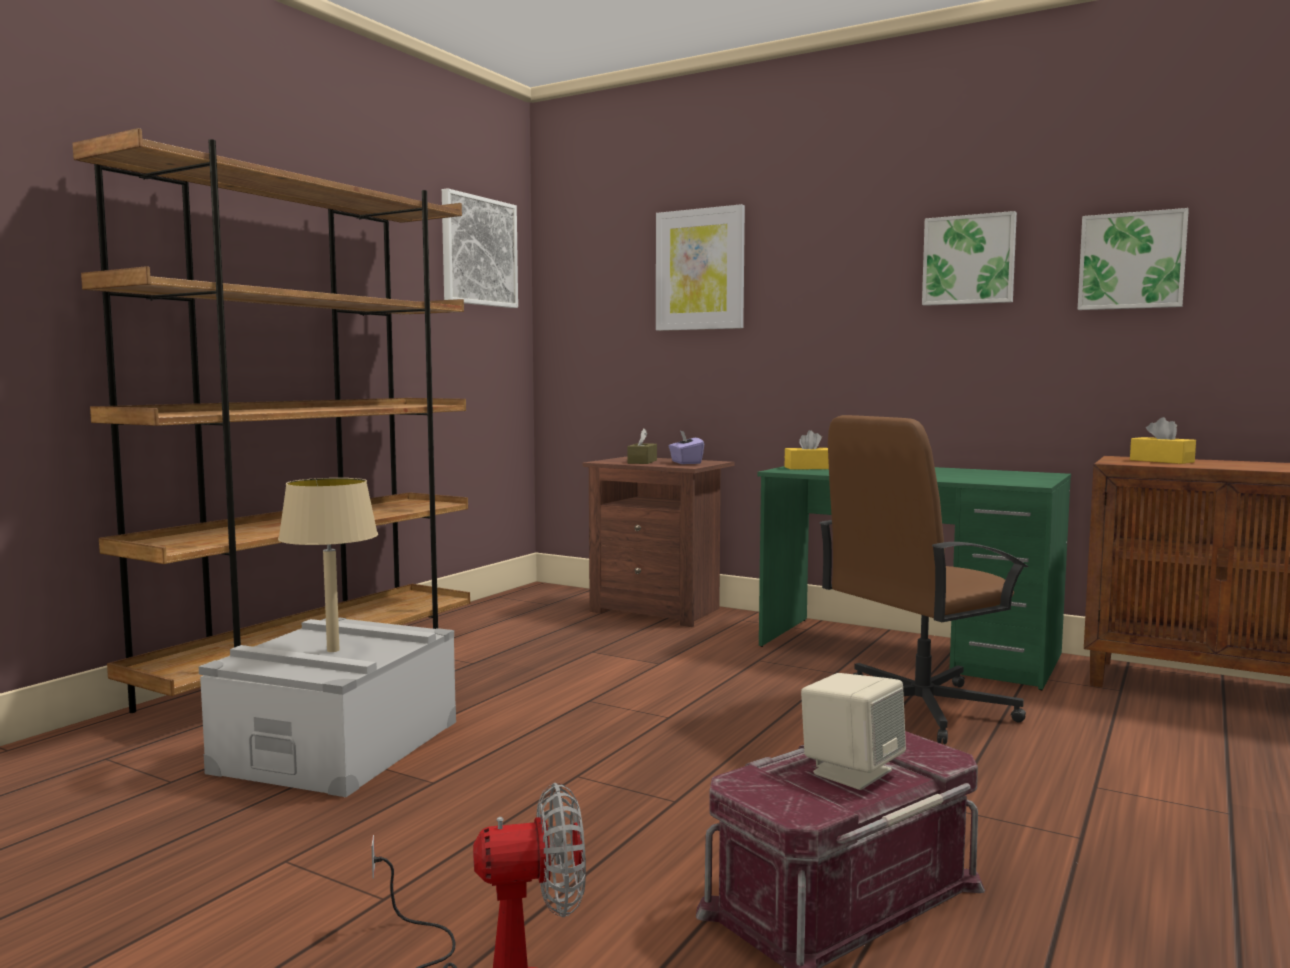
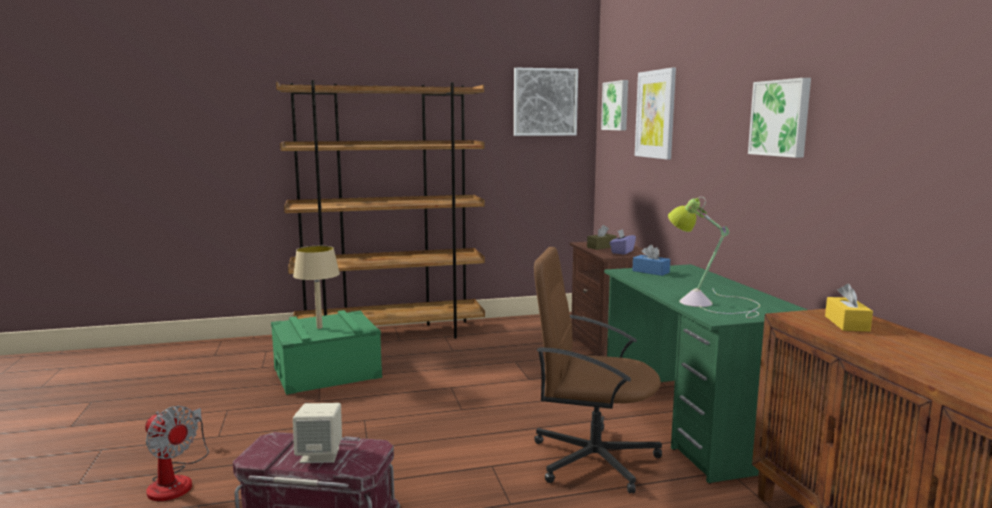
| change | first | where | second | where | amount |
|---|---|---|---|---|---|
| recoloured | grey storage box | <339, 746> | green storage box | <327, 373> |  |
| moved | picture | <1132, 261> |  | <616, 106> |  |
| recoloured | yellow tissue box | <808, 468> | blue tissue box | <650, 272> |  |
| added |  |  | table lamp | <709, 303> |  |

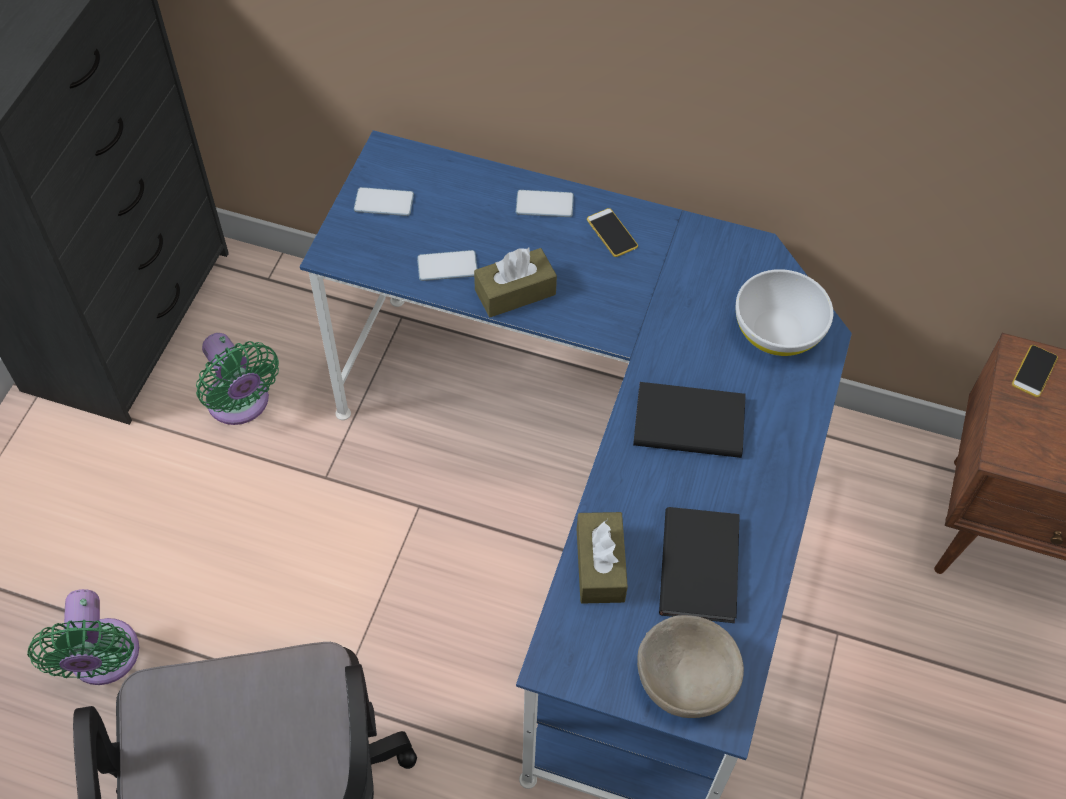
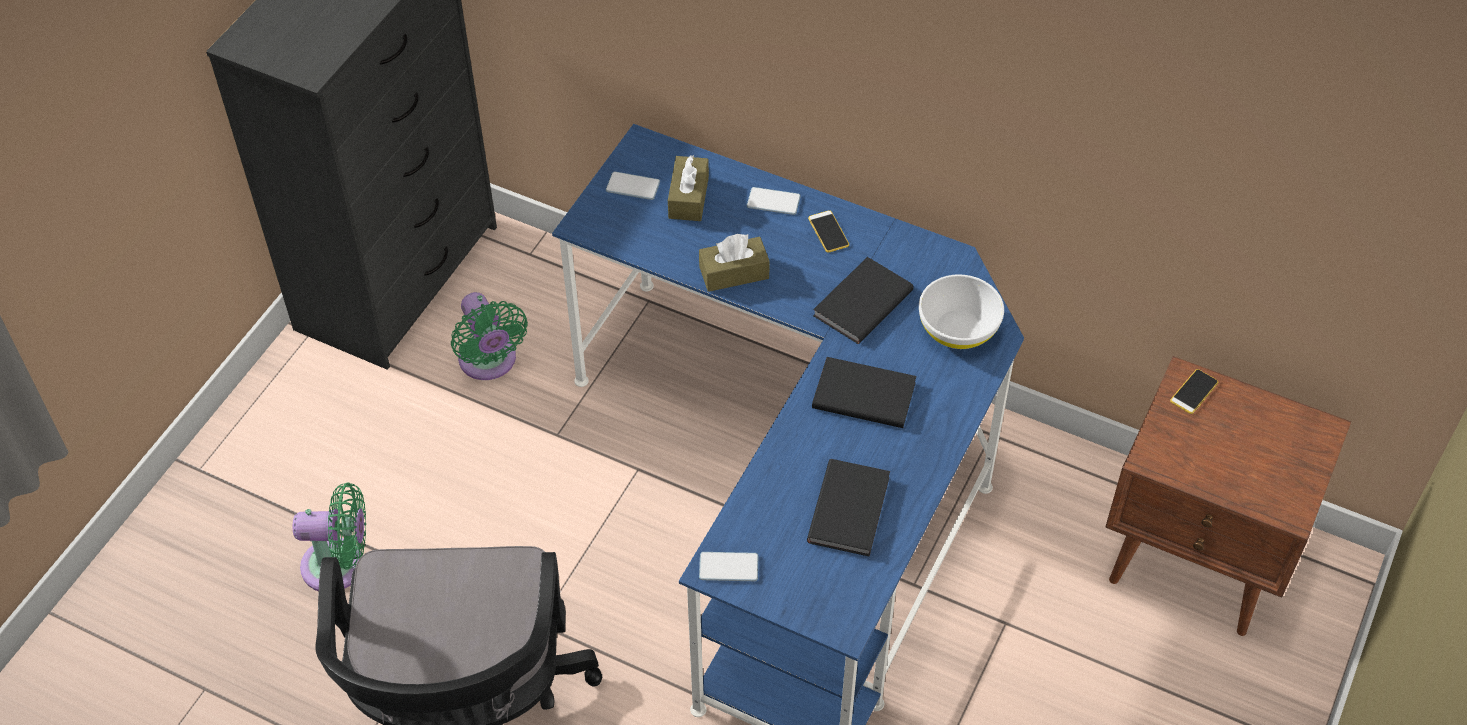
| change | first | where | second | where | amount |
|---|---|---|---|---|---|
| turned | green fan | <103, 660> |  | <340, 565> | 90 degrees counterclockwise |
| moved | brown tissue box | <600, 565> |  | <688, 197> |  |
| moved | phone | <447, 266> |  | <728, 567> |  |
| added |  |  | black book | <860, 303> |  |
| removed | beige bowl | <686, 680> |  |  |  |

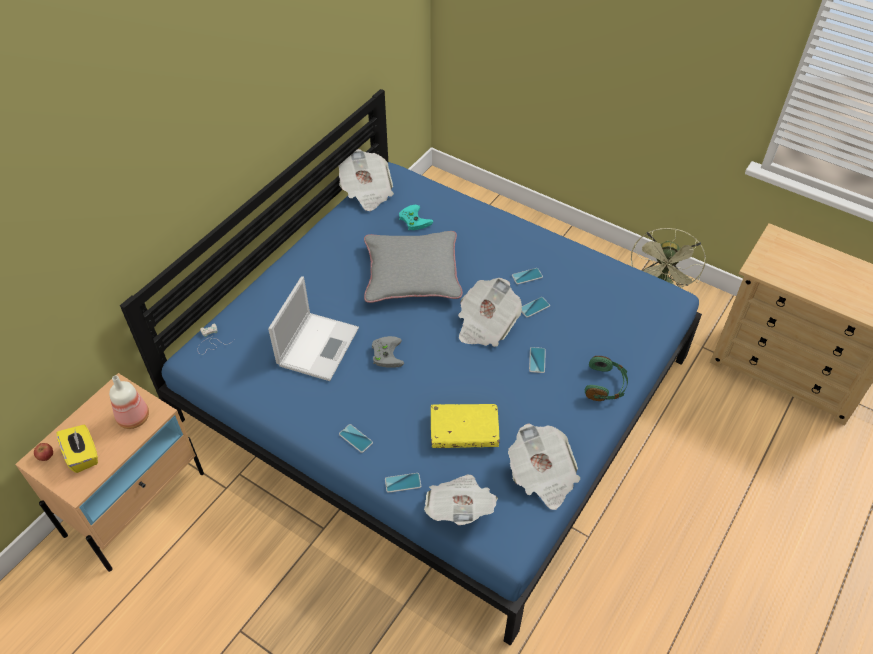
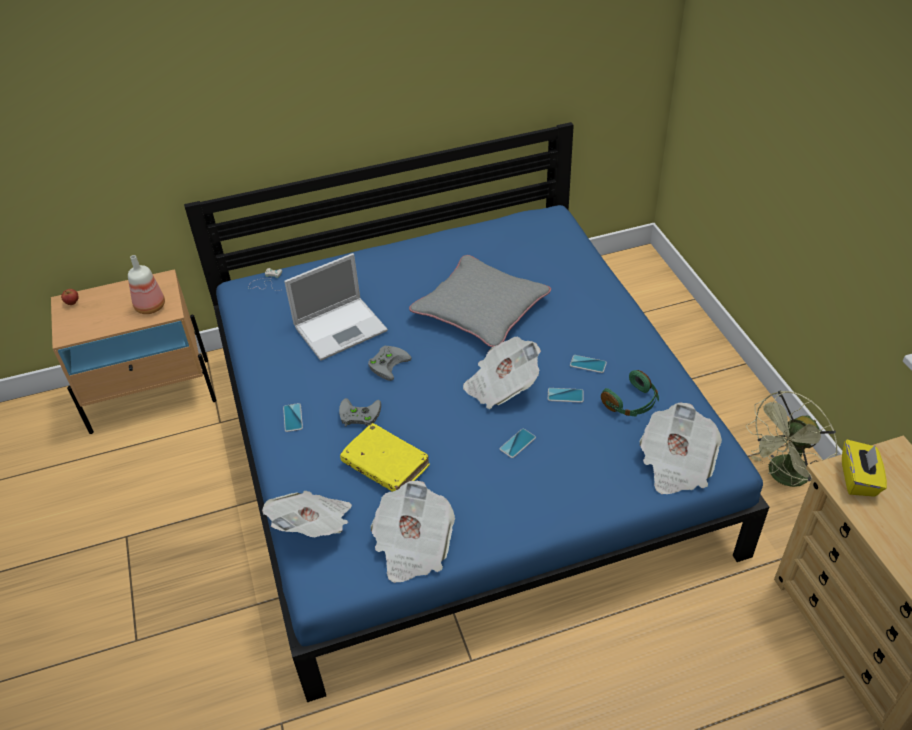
| change | first | where | second | where | amount |
|---|---|---|---|---|---|
| added |  |  | grey game controller | <358, 415> |  |
| moved | green headphones | <605, 385> |  | <631, 403> |  |
| moved | newspaper | <367, 192> |  | <676, 464> |  |
| moved | yellow tissue box | <83, 455> |  | <859, 479> |  |
| removed | phone | <403, 483> |  |  |  |
| removed | turquoise game controller | <413, 219> |  |  |  |

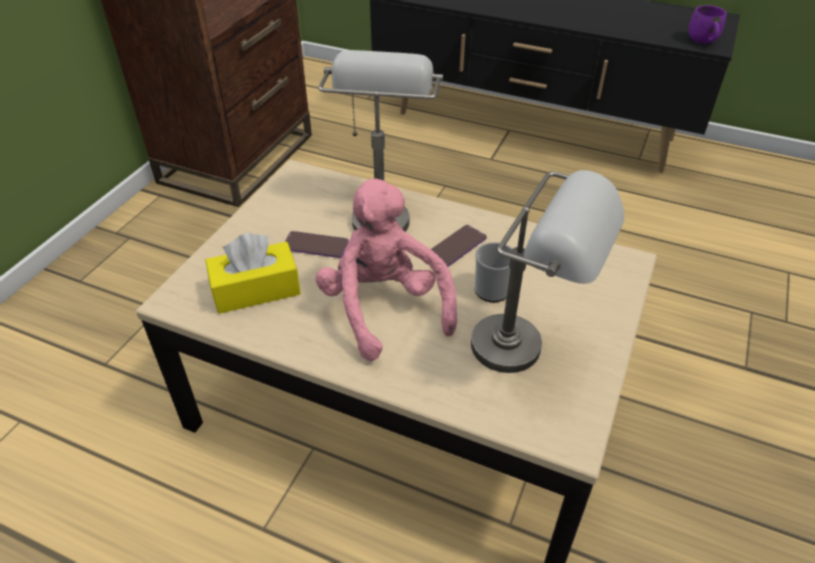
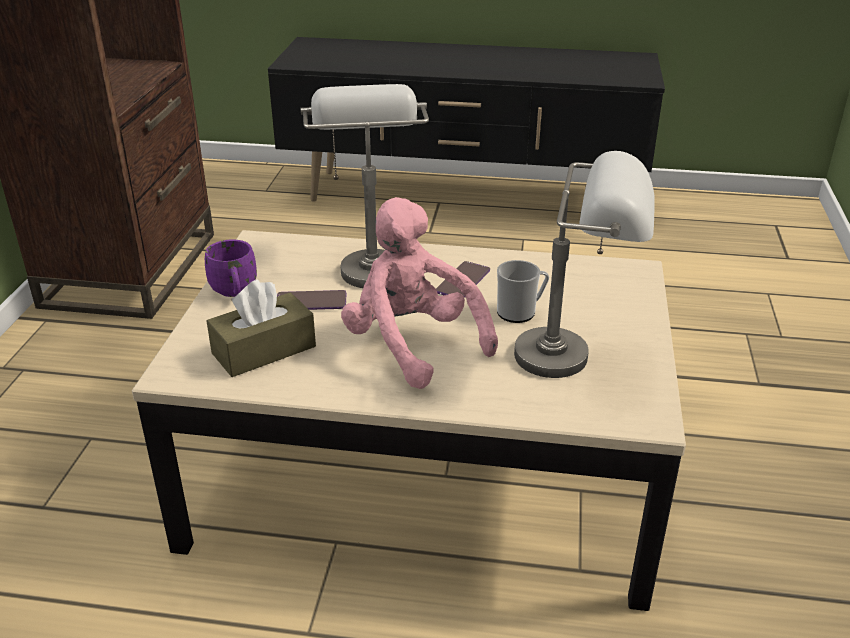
| change | first | where | second | where | amount |
|---|---|---|---|---|---|
| moved | purple mug | <703, 42> |  | <235, 292> |  |
| recoloured | yellow tissue box | <256, 290> | brown tissue box | <264, 350> |  |

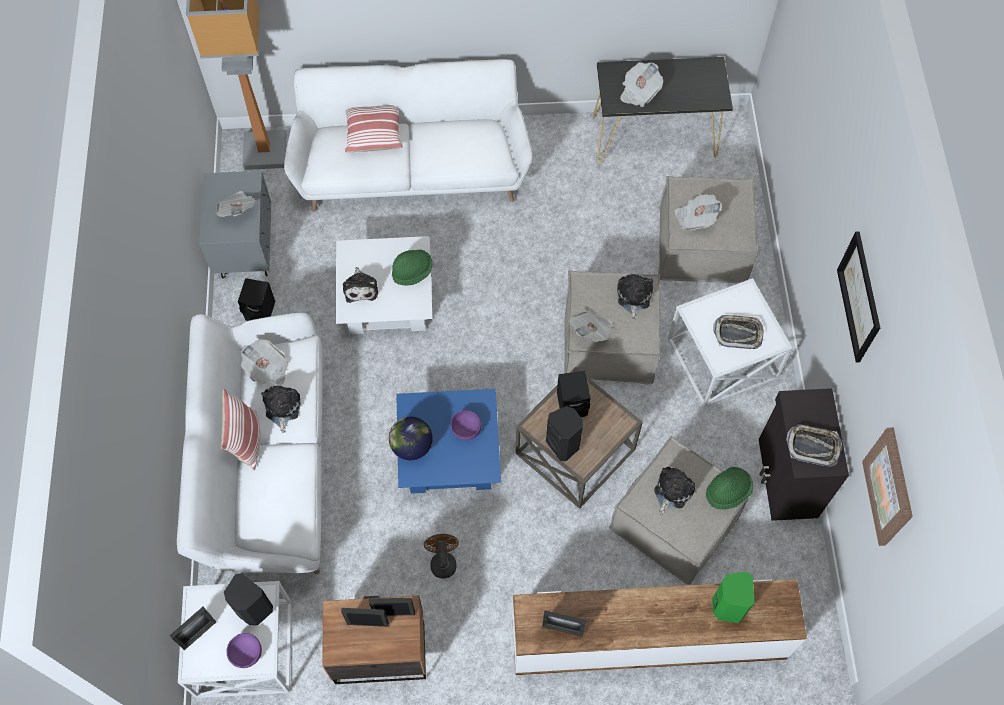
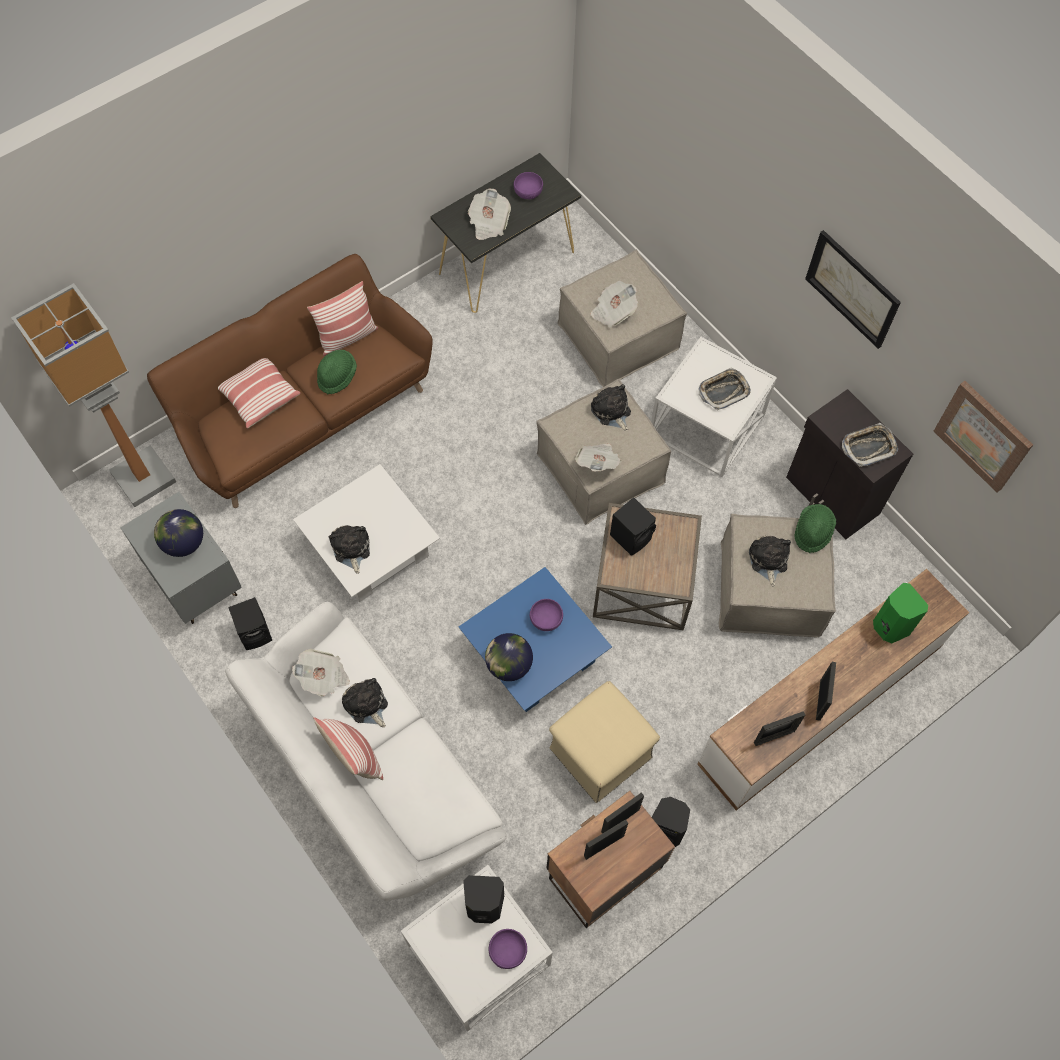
| change | first | where | second | where | amount |
|---|---|---|---|---|---|
| recoloured | white sofa | <412, 167> | brown sofa | <303, 412> |  |
| replaced | newspaper | <237, 210> | globe | <184, 543> |  |
| added |  |  | pillow | <347, 337> |  |
| moved | green hat | <412, 272> |  | <337, 376> |  |
| turned | plush toy | <361, 288> |  | <351, 549> | 150 degrees counterclockwise |
| added |  |  | purple bowl | <528, 191> |  |
| replaced | brown fan | <443, 561> | beige ottoman | <599, 753> |  |
| moved | black speaker | <564, 444> |  | <665, 829> |  |
| moved | picture frame | <199, 634> |  | <820, 700> |  |

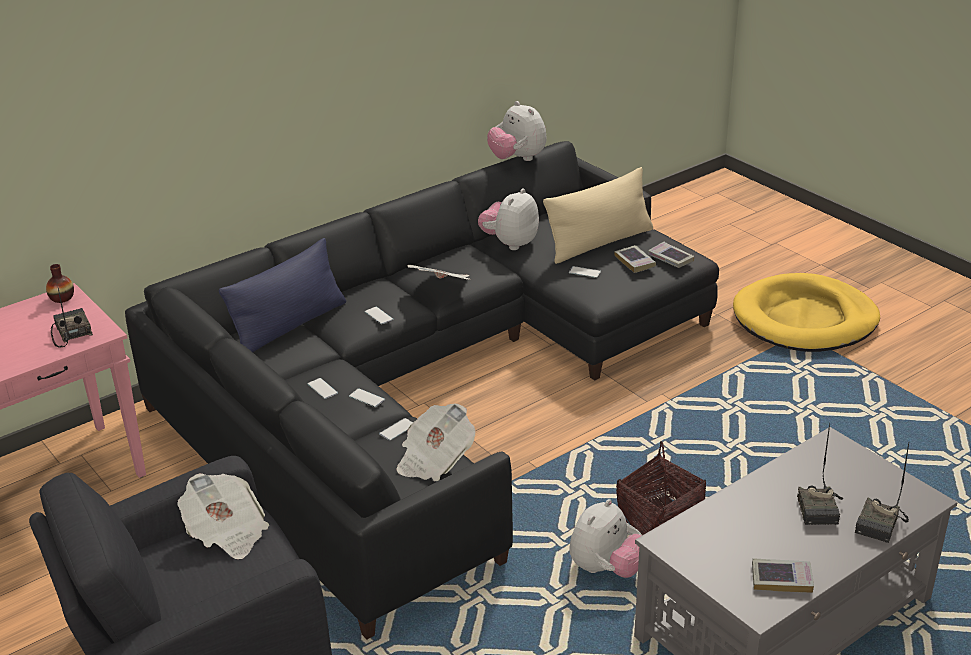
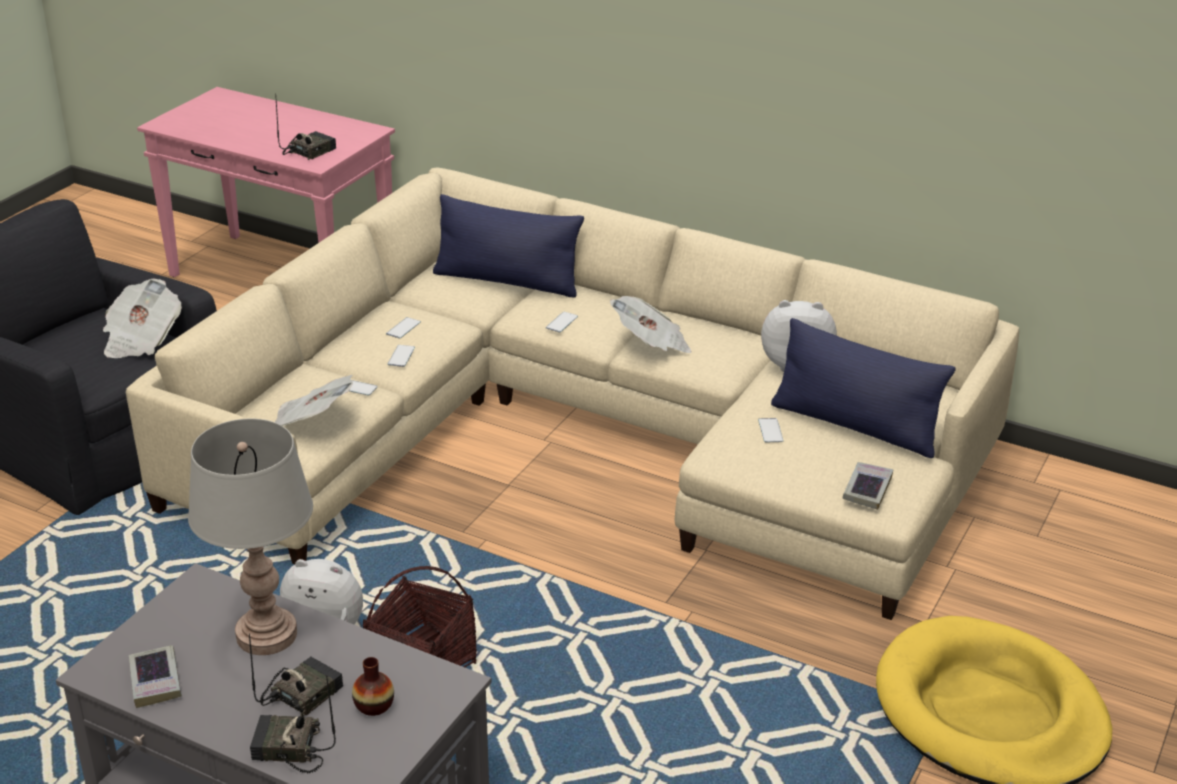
| change | first | where | second | where | amount |
|---|---|---|---|---|---|
| recoloured | black sofa | <428, 385> | beige sofa | <586, 435> |  |
| added |  |  | grey table lamp | <267, 635> |  |
| turned | radio | <820, 509> |  | <301, 693> | 150 degrees clockwise |
| moved | vase | <62, 298> |  | <374, 705> |  |
| recoloured | beige pillow | <600, 243> | blue pillow | <855, 426> |  |
| removed | plush toy | <517, 159> |  |  |  |
| removed | book | <635, 262> |  |  |  |

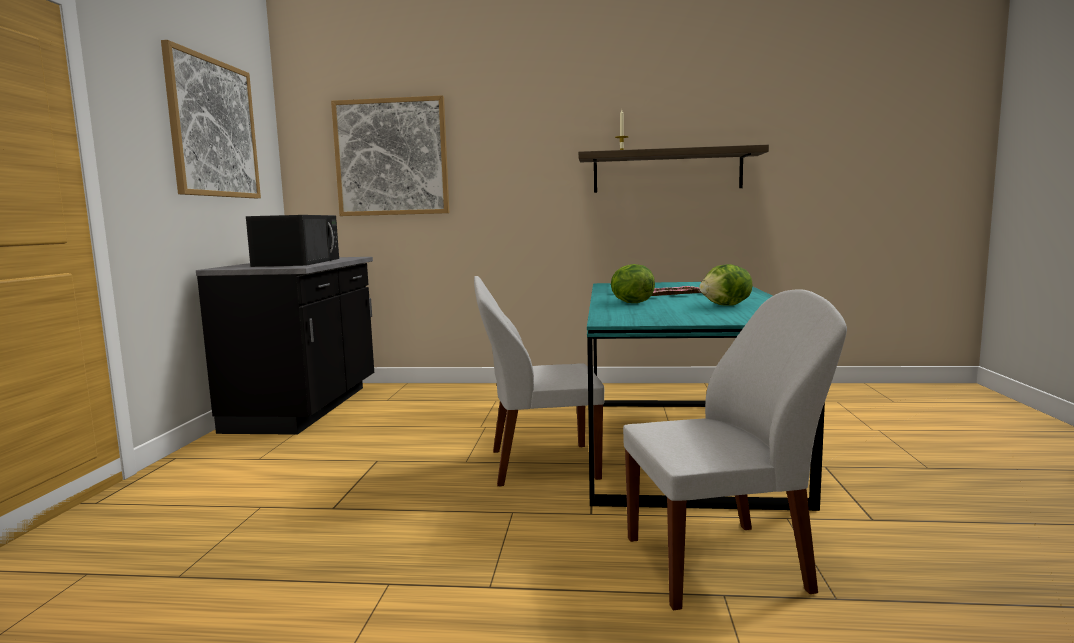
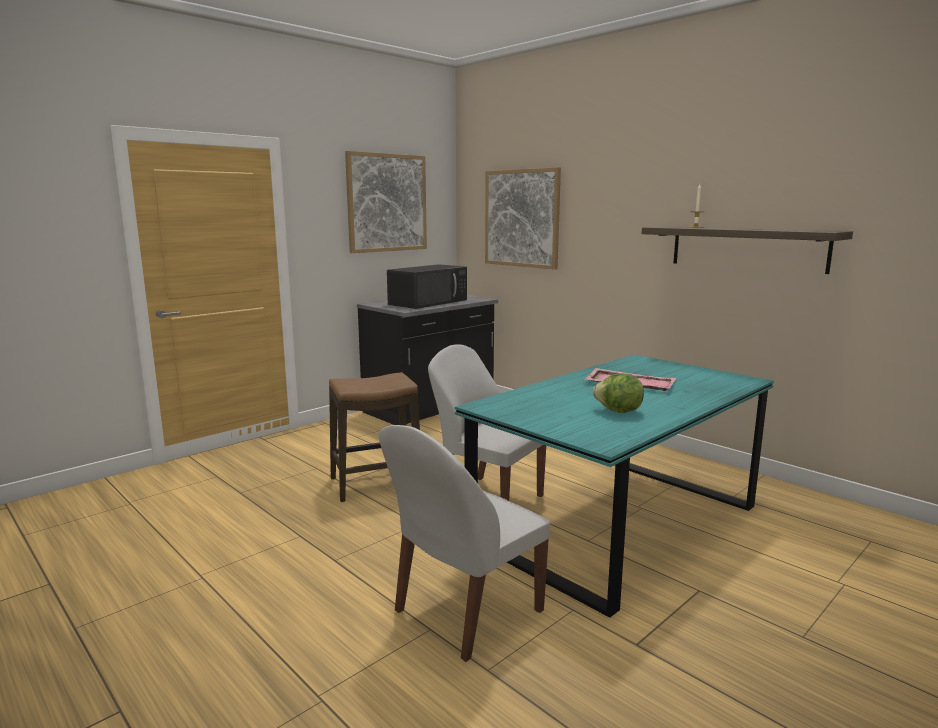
| change | first | where | second | where | amount |
|---|---|---|---|---|---|
| added |  |  | stool | <375, 484> |  |
| turned | white chair | <721, 564> |  | <465, 613> | 105 degrees clockwise |
| removed | lettuce | <631, 303> |  |  |  |

